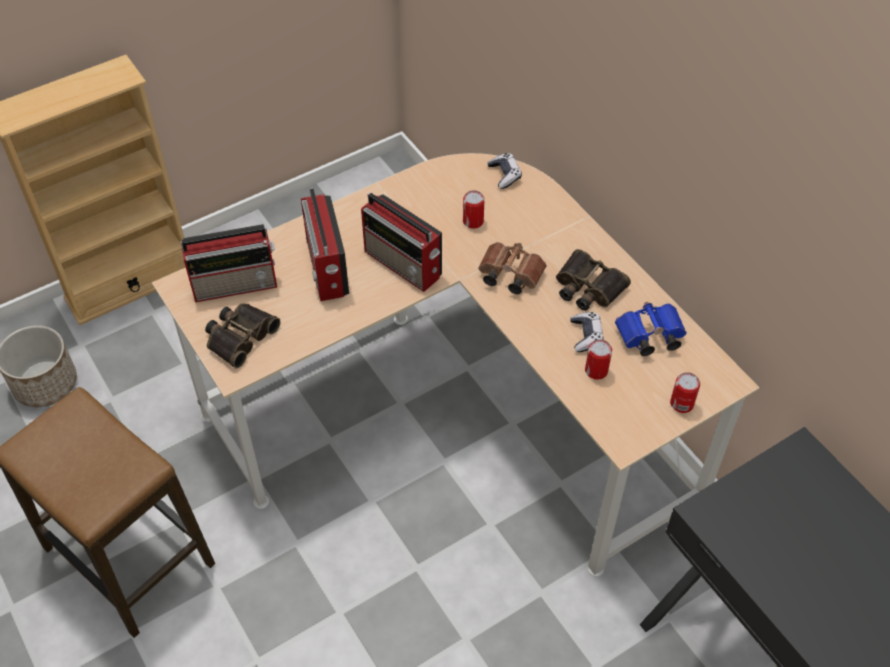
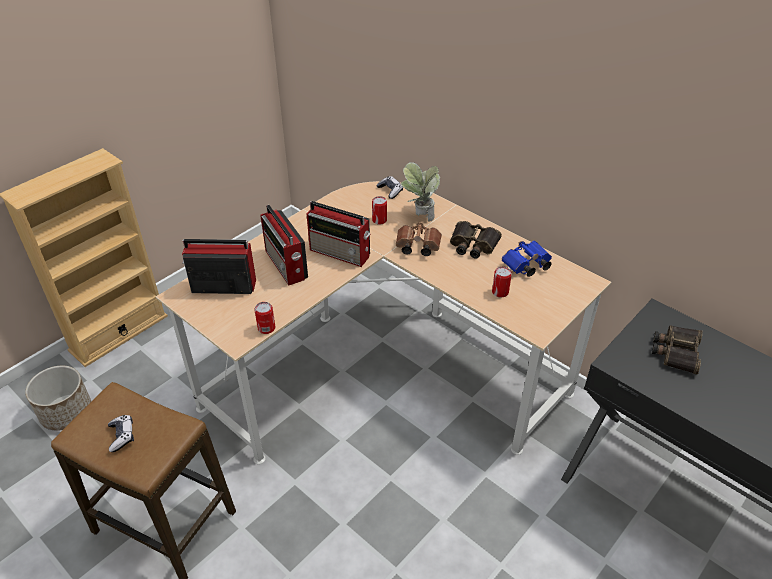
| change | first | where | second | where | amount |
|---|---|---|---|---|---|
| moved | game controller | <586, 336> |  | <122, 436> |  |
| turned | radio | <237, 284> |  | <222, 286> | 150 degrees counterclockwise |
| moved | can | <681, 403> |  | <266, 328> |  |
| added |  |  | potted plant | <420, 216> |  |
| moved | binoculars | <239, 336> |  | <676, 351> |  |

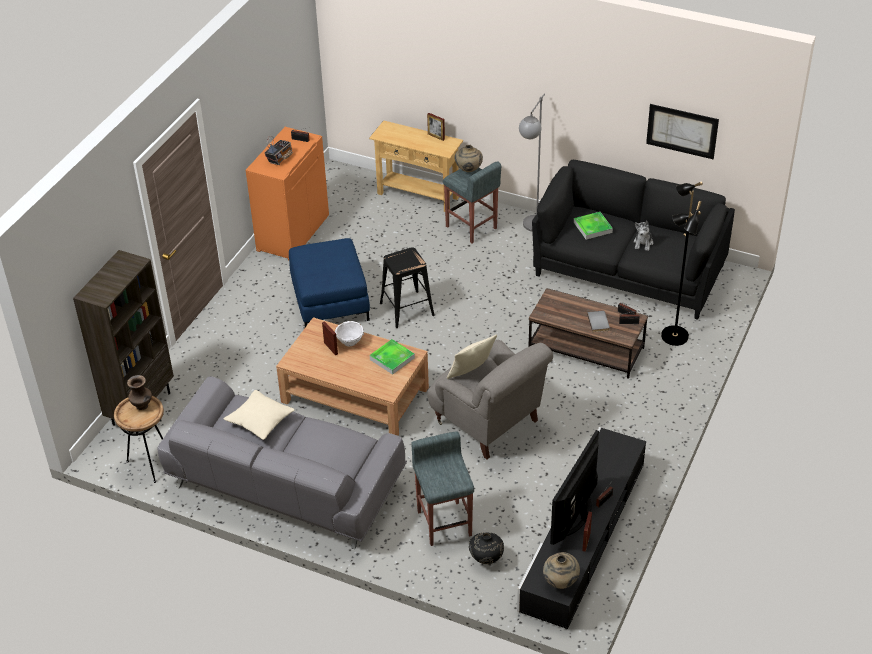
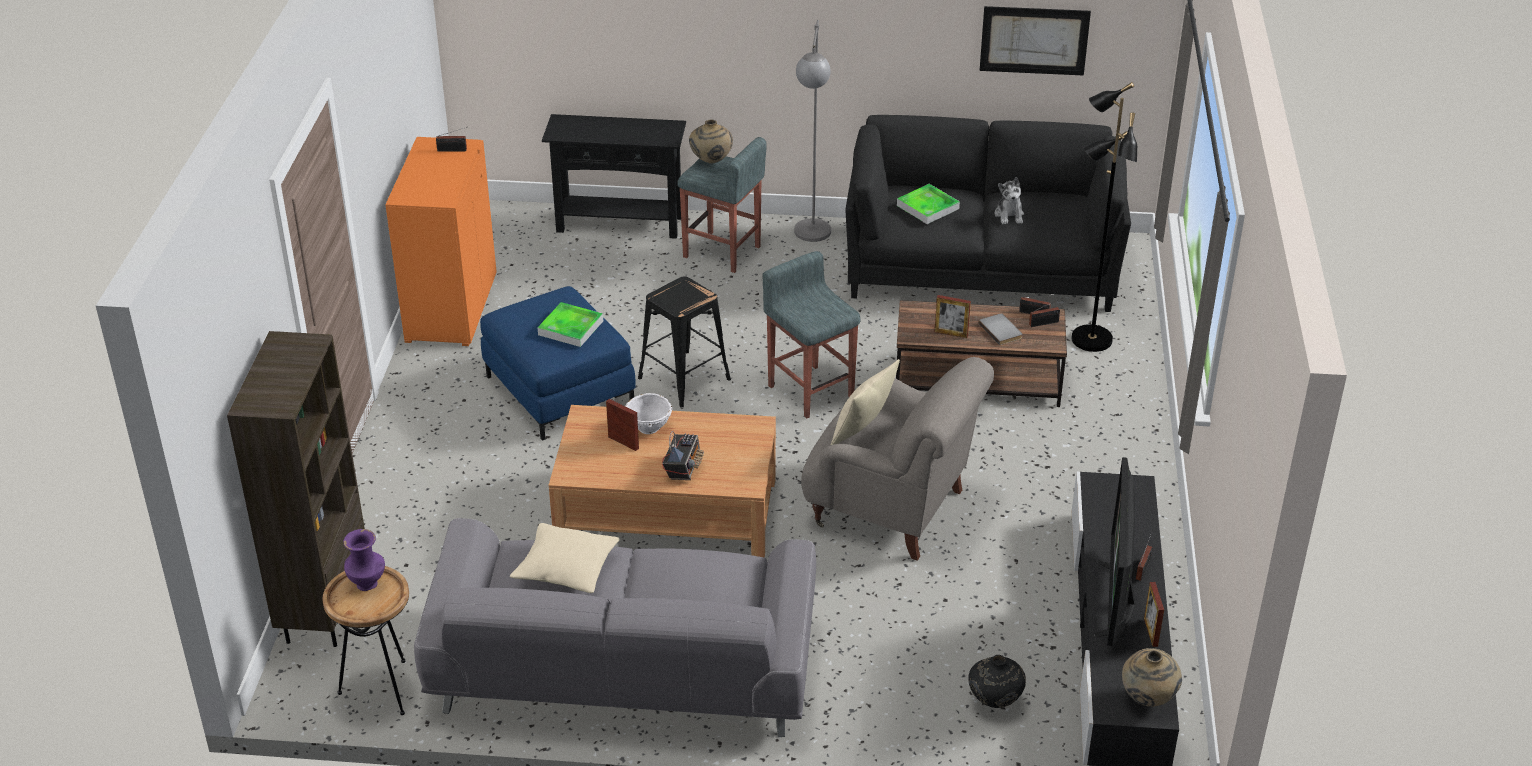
| change | first | where | second | where | amount |
|---|---|---|---|---|---|
| recoloured | brown vase | <142, 406> | purple vase | <368, 584> |  |
| moved | tray | <392, 358> |  | <570, 328> |  |
| recoloured | beige console table | <418, 195> | black console table | <619, 224> |  |
| moved | radio | <280, 159> |  | <683, 468> |  |
| moved | grey stool | <444, 522> |  | <810, 390> |  |
| moved | picture frame | <436, 137> |  | <951, 333> |  |

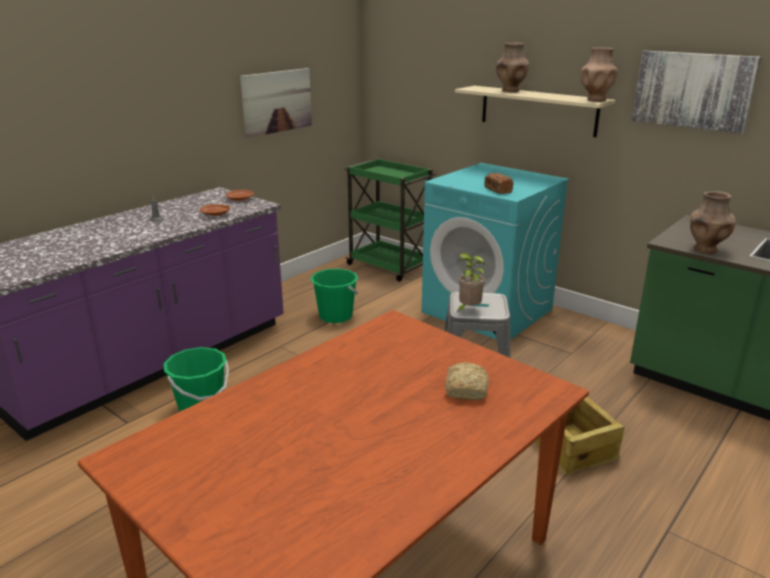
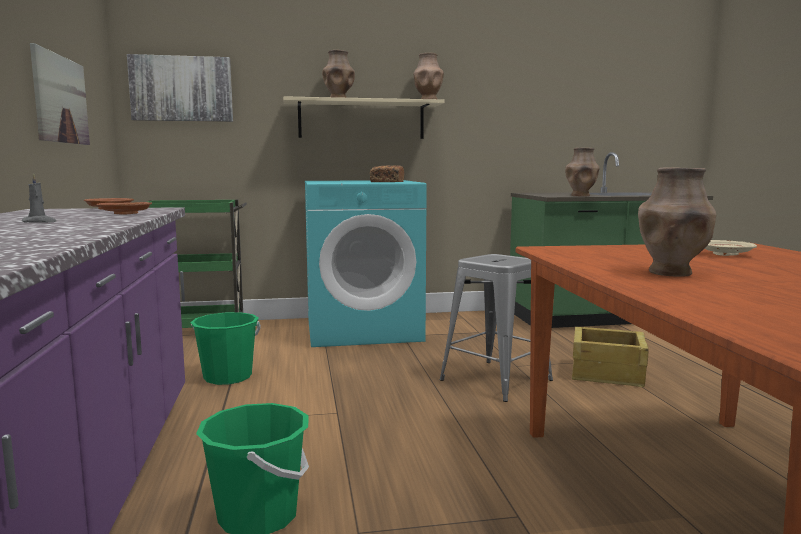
| change | first | where | second | where | amount |
|---|---|---|---|---|---|
| moved | picture | <693, 90> |  | <181, 89> |  |
| added |  |  | brown vase | <671, 273> |  |
| replaced | bread | <467, 389> | beige plate | <725, 254> |  |
| removed | potted plant | <468, 309> |  |  |  |

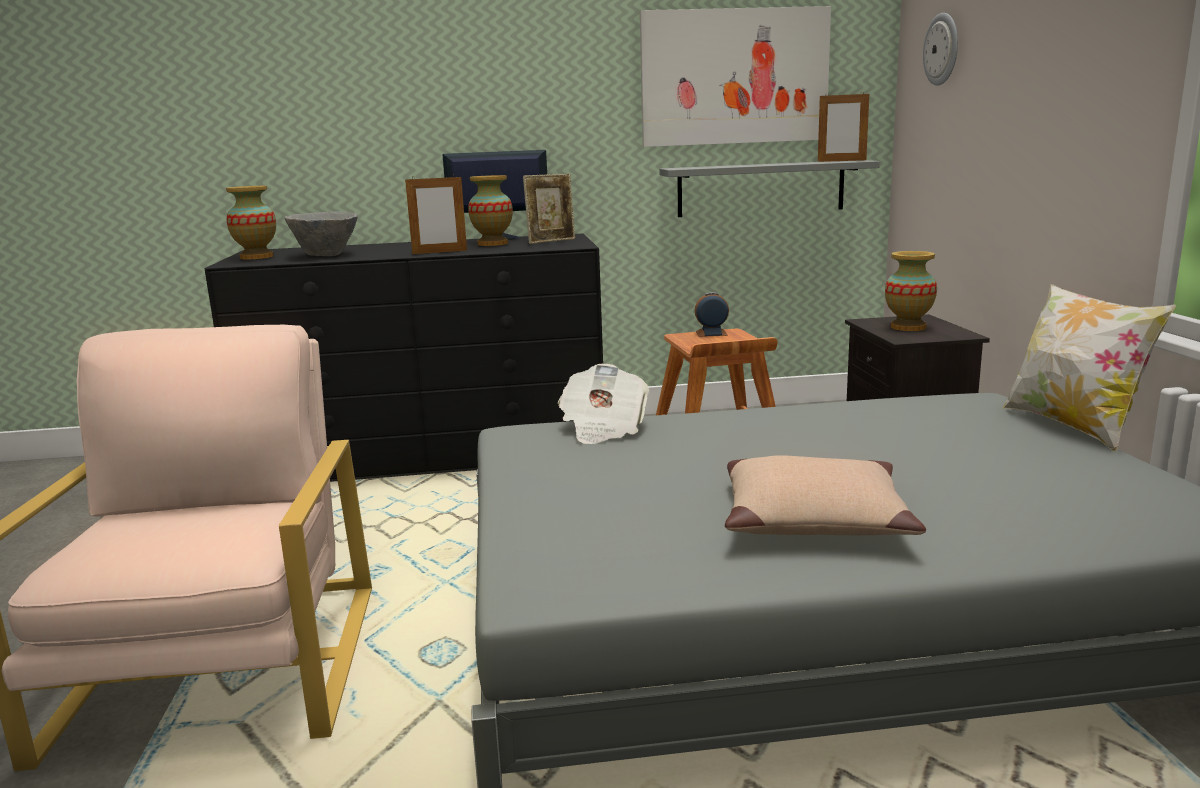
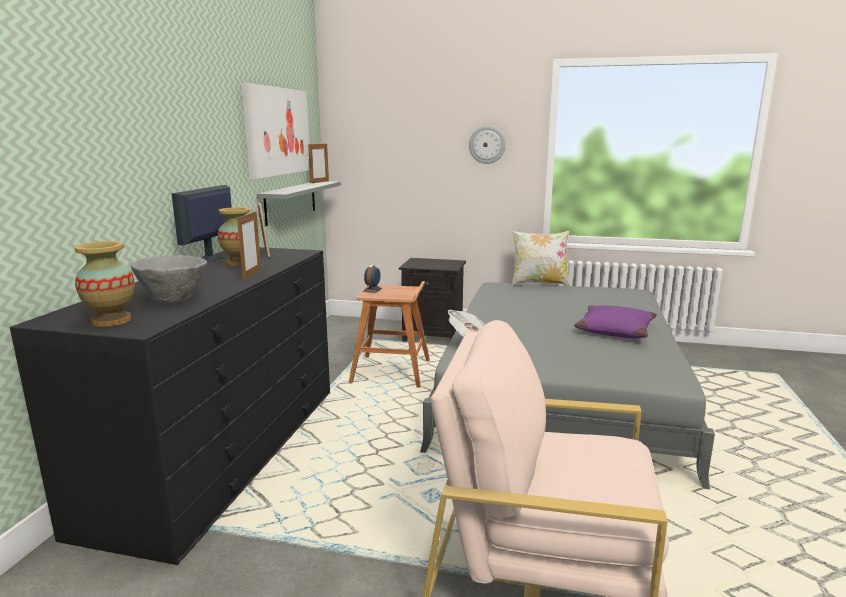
| change | first | where | second | where | amount |
|---|---|---|---|---|---|
| moved | wall clock | <942, 49> |  | <487, 145> |  |
| recoloured | beige pillow | <814, 518> | purple pillow | <614, 330> |  |
| removed | vase | <908, 327> |  |  |  |

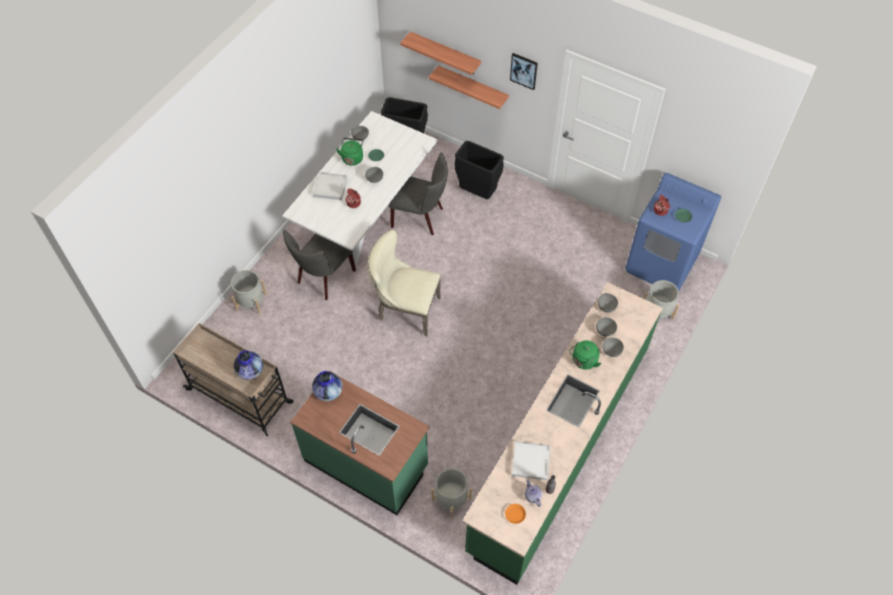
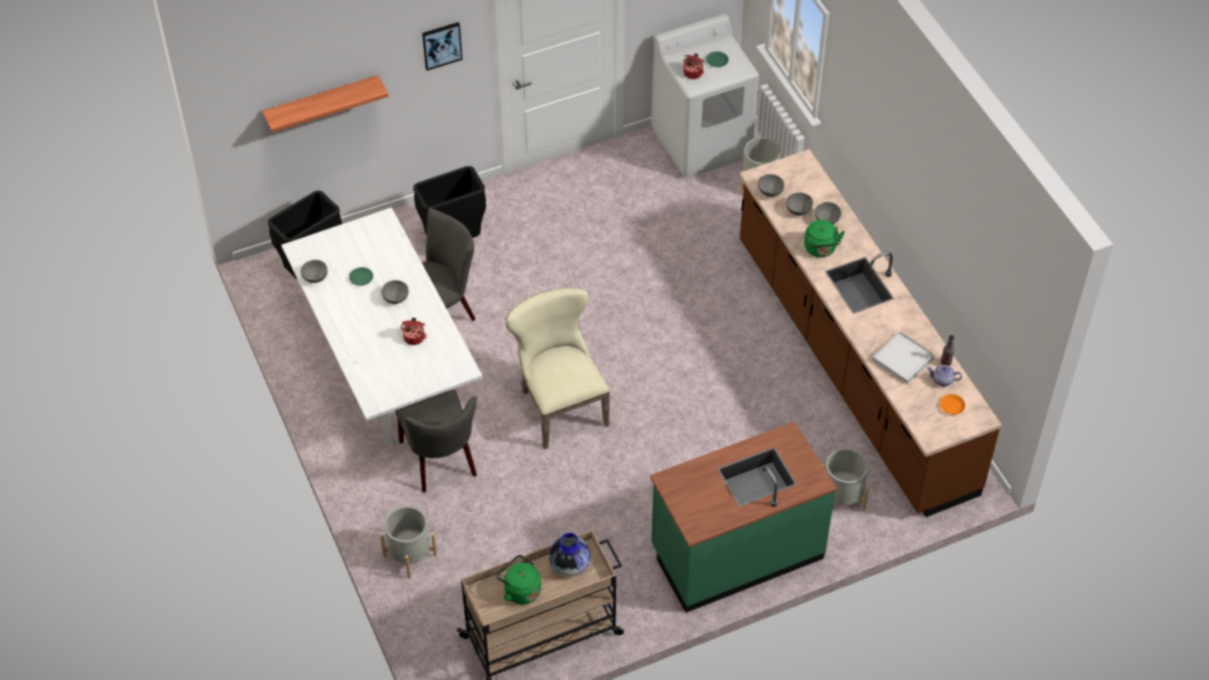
| change | first | where | second | where | amount |
|---|---|---|---|---|---|
| moved | green kettle | <352, 158> |  | <520, 590> |  |
| turned | beige chair | <405, 309> |  | <559, 405> | 105 degrees clockwise |
| recoloured | blue washing machine | <661, 264> | white washing machine | <702, 142> |  |
| recoloured | green counter | <559, 446> | brown counter | <852, 366> |  |
| removed | vase | <328, 391> |  |  |  |
| removed | white tray | <330, 187> |  |  |  |
| removed | shelf | <473, 87> |  |  |  |

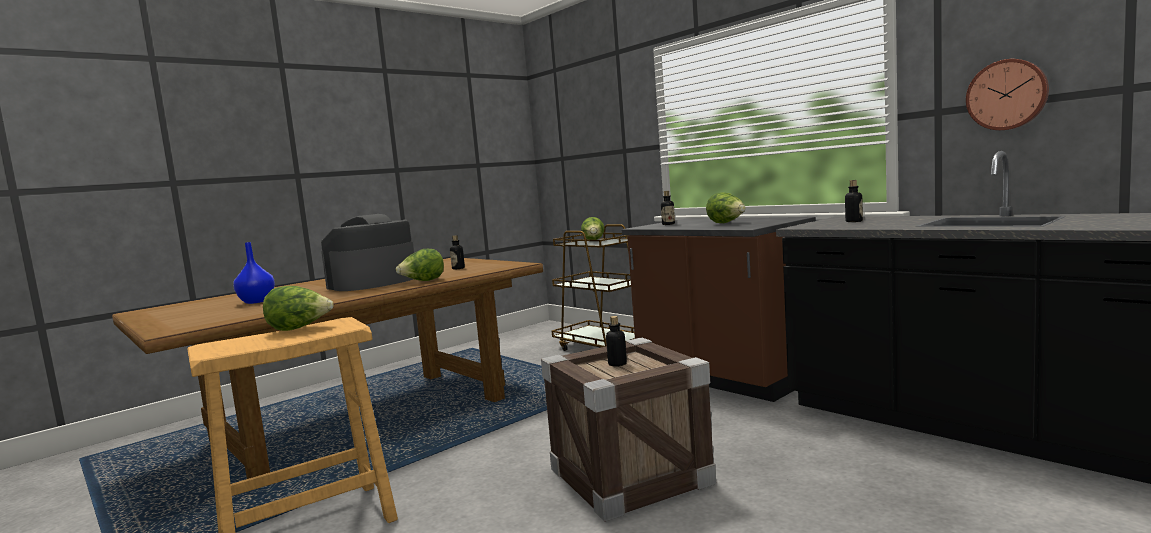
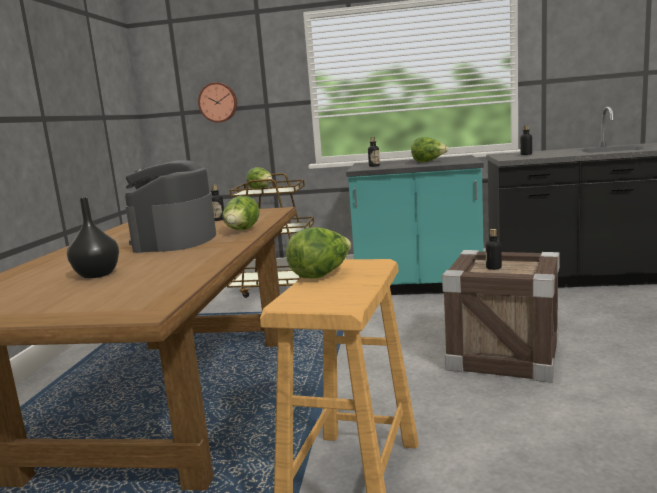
| change | first | where | second | where | amount |
|---|---|---|---|---|---|
| recoloured | blue vase | <257, 301> | black vase | <98, 274> |  |
| moved | wall clock | <1007, 95> |  | <218, 102> |  |
| recoloured | brown counter | <723, 377> | turquoise counter | <418, 286> |  |

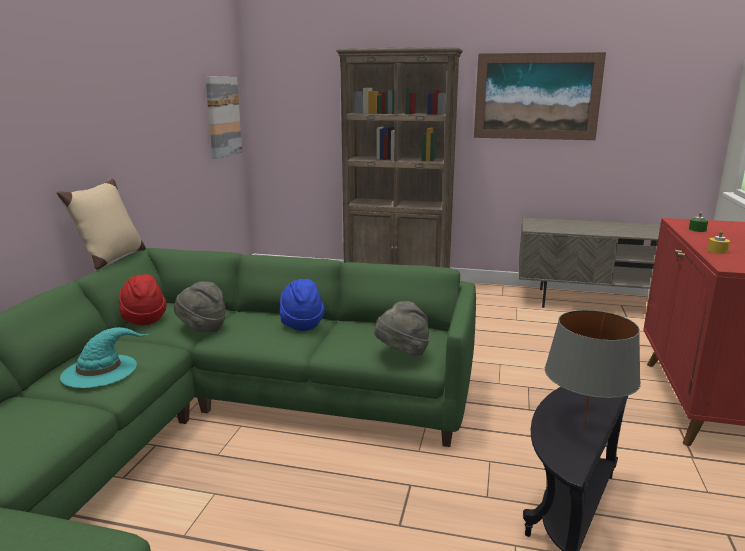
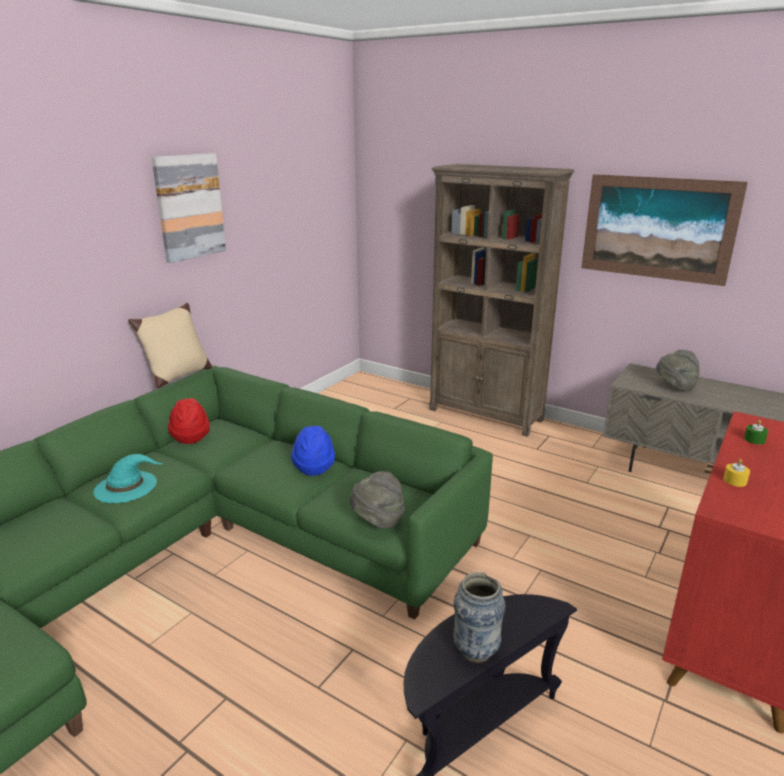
| change | first | where | second | where | amount |
|---|---|---|---|---|---|
| moved | picture | <222, 116> |  | <189, 207> |  |
| replaced | grey table lamp | <584, 426> | vase | <476, 650> |  |
| moved | grey hat | <202, 328> |  | <675, 387> |  |

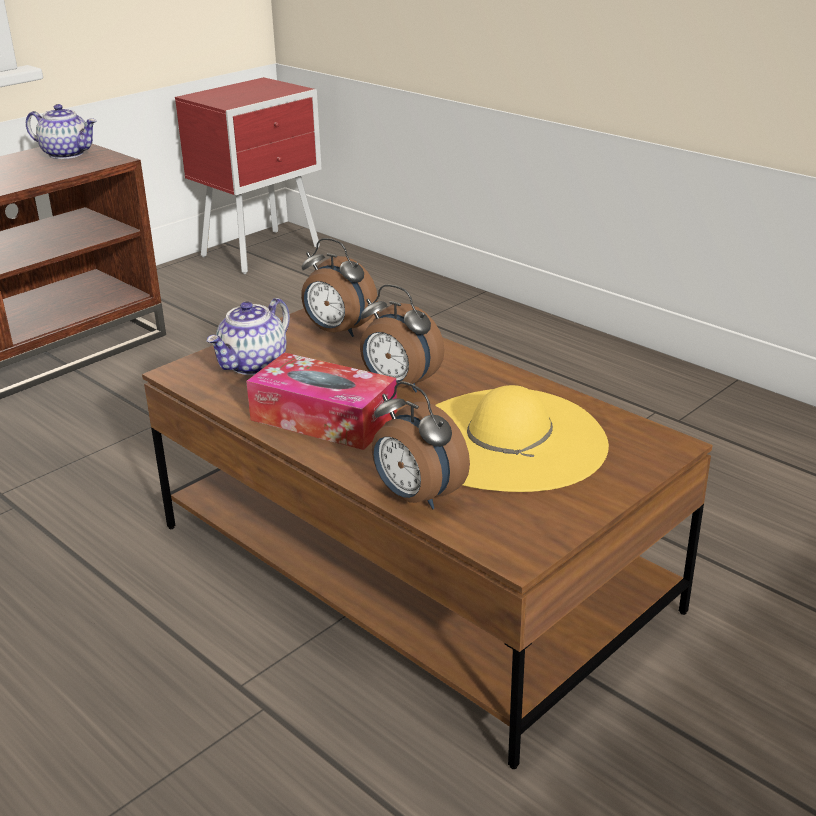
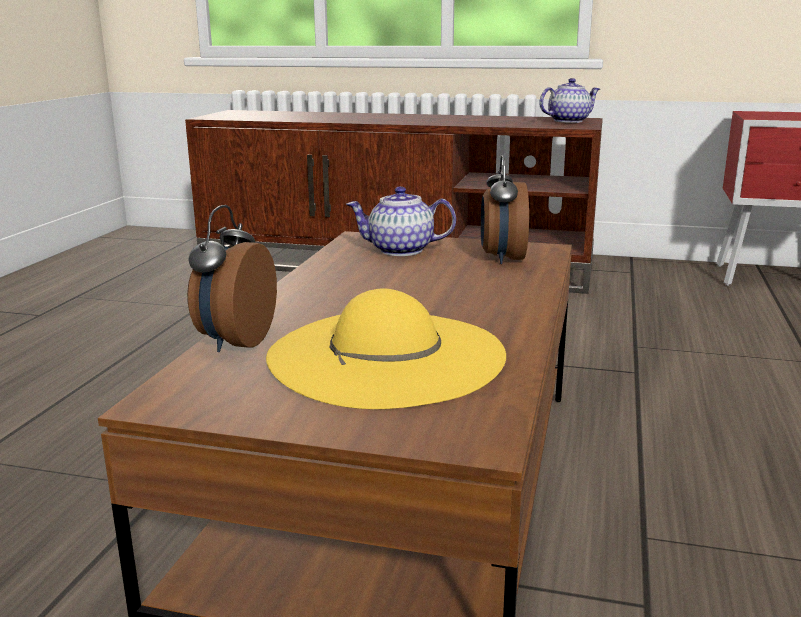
| change | first | where | second | where | amount |
|---|---|---|---|---|---|
| turned | teapot | <67, 154> |  | <568, 121> | 105 degrees counterclockwise |
| removed | tissue box | <323, 418> |  |  |  |
| removed | alarm clock | <399, 385> |  |  |  |

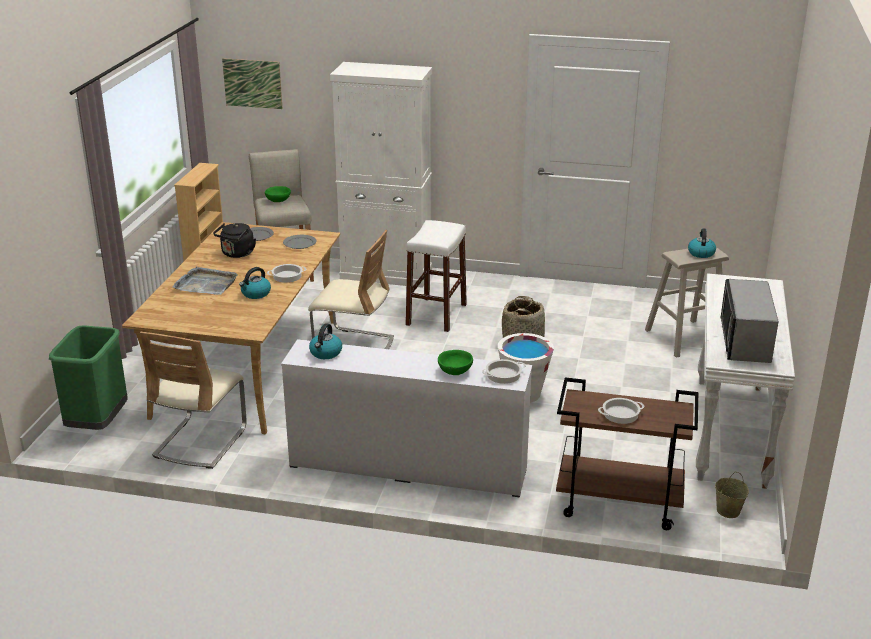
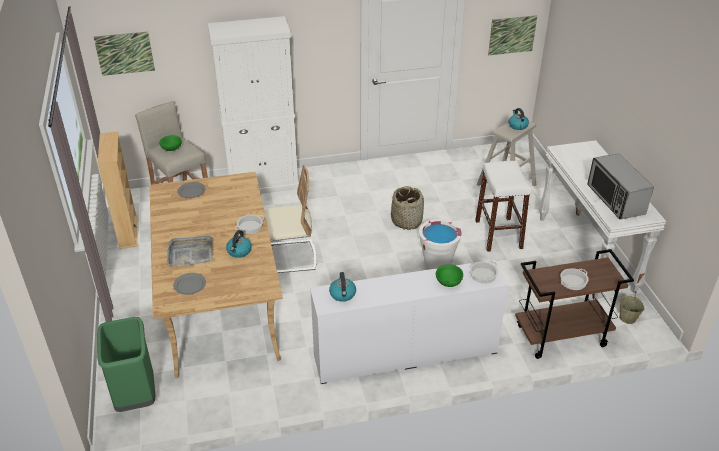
| change | first | where | second | where | amount |
|---|---|---|---|---|---|
| moved | grey plate | <300, 243> |  | <190, 285> |  |
| moved | white stool | <436, 315> |  | <498, 234> |  |
| added |  |  | picture | <512, 35> |  |
| removed | beige chair | <200, 442> |  |  |  |
| removed | black kettle | <237, 254> |  |  |  |

